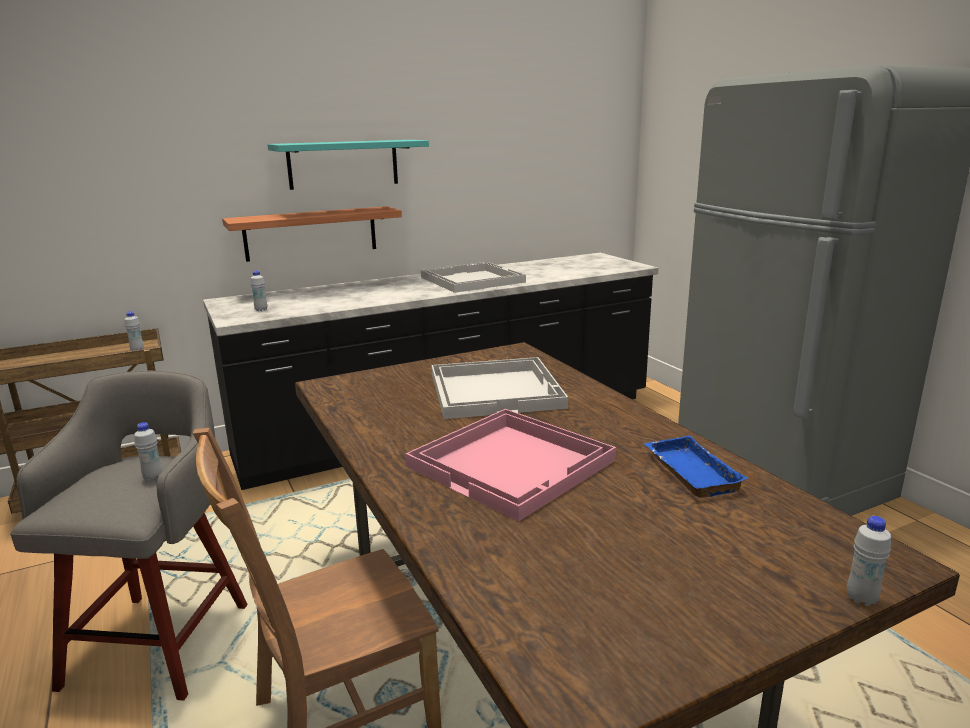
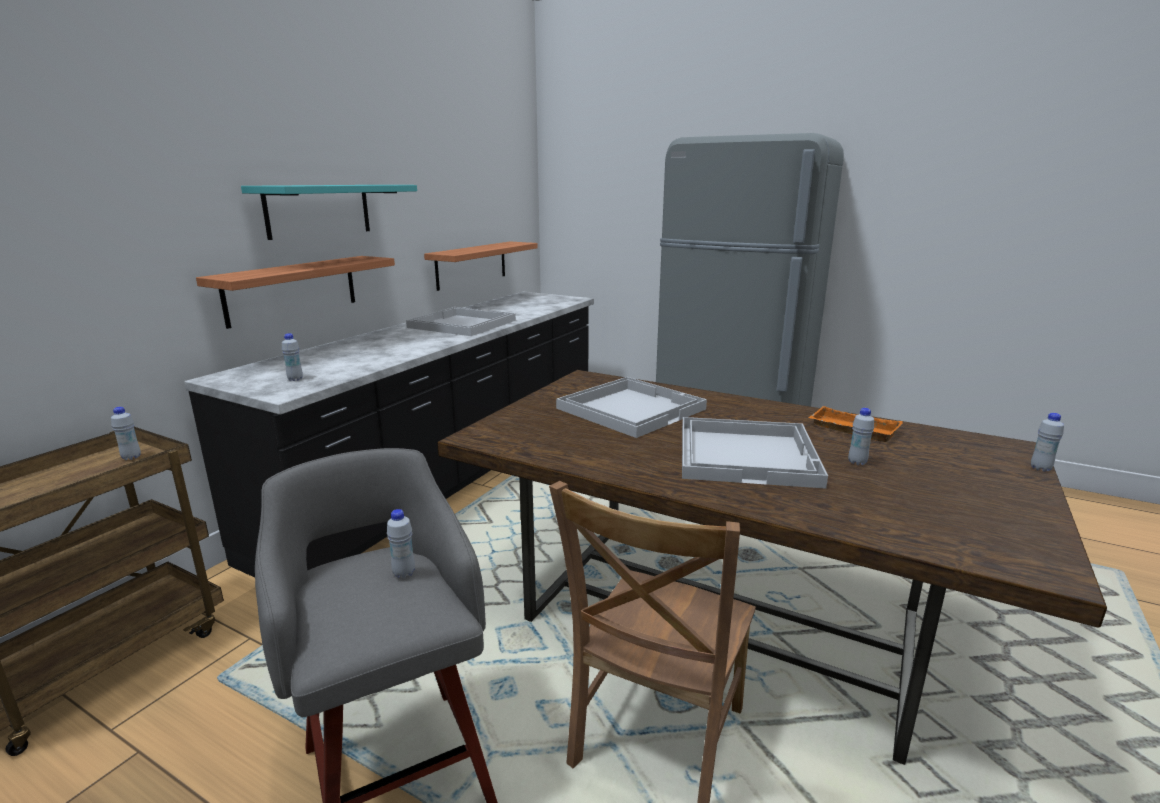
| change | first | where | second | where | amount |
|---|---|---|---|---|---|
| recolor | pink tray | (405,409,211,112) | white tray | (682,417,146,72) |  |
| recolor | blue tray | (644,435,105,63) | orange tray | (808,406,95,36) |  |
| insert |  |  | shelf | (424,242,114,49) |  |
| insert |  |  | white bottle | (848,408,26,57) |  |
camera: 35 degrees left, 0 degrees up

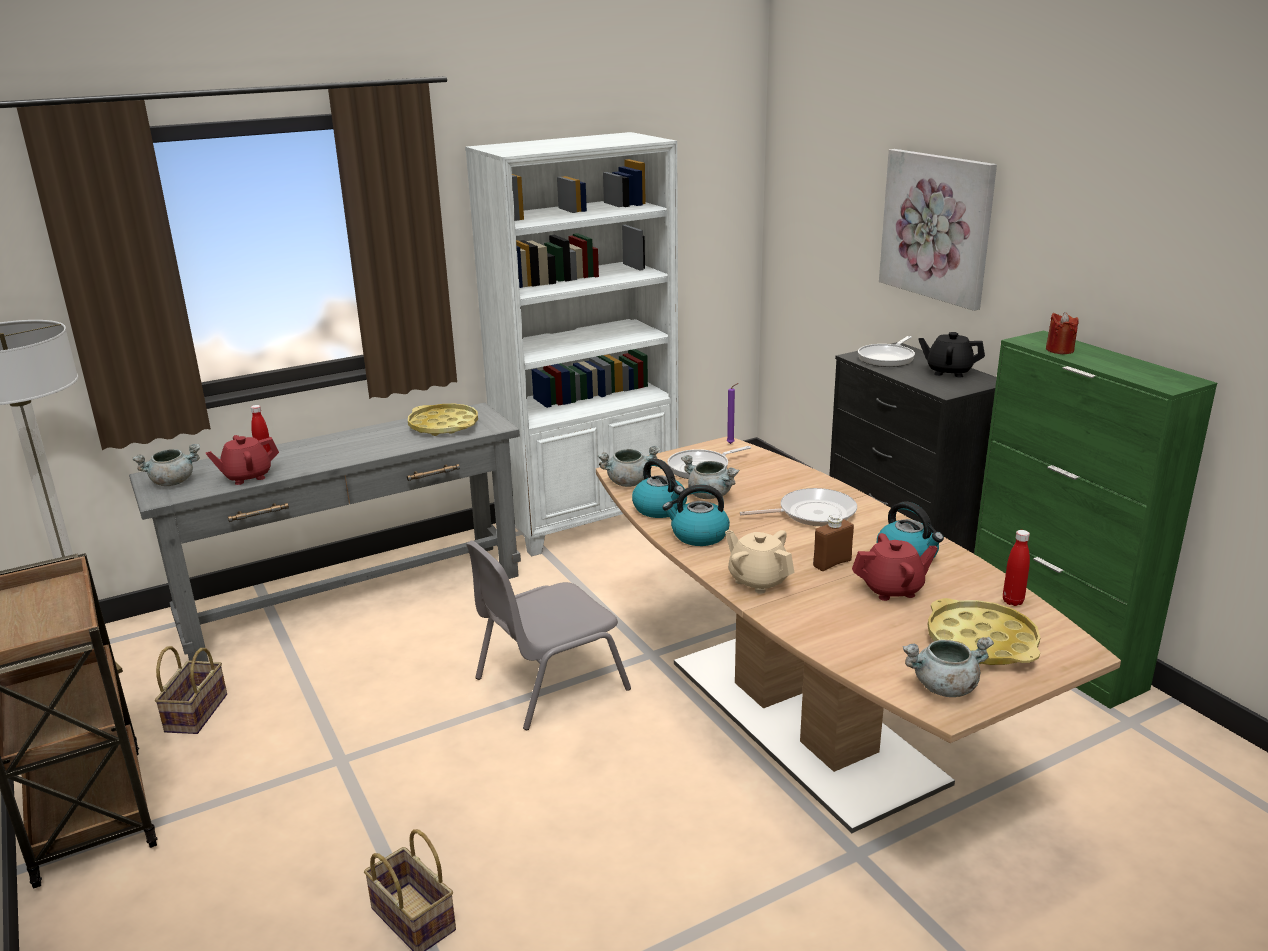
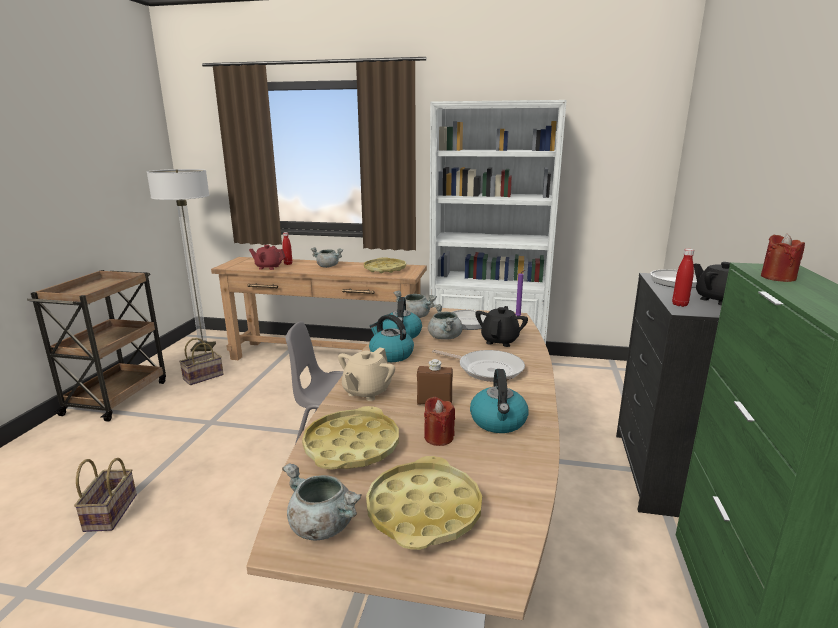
| change | first | where | second | where | amount |
|---|---|---|---|---|---|
| recolor | grey console table | (129,402,392,260) | brown console table | (211,257,216,103) |  |
| move | grey cooking pot | (133,444,67,42) |  | (311,247,32,21) |  |
| rotate | beige teapot | (725,530,69,64) |  | (338,347,57,54) | 150 degrees counterclockwise |
| replace | red teapot | (852,533,86,68) | red candle | (424,397,31,49) |  |
| delete | picture | (879,149,118,162) |  |  |  |
| move | red bottle | (1003,530,27,76) |  | (672,249,22,58) |  |
| insert |  |  | yellow tray | (302,406,97,64) |  |
| insert |  |  | black teapot | (475,306,53,41) |  |
camera: 40 degrees right, 5 degrees down

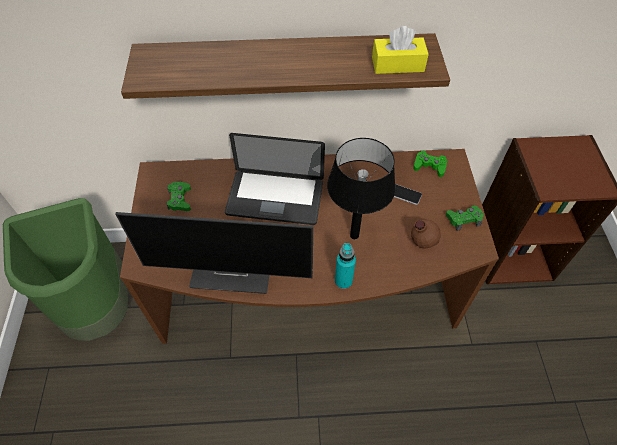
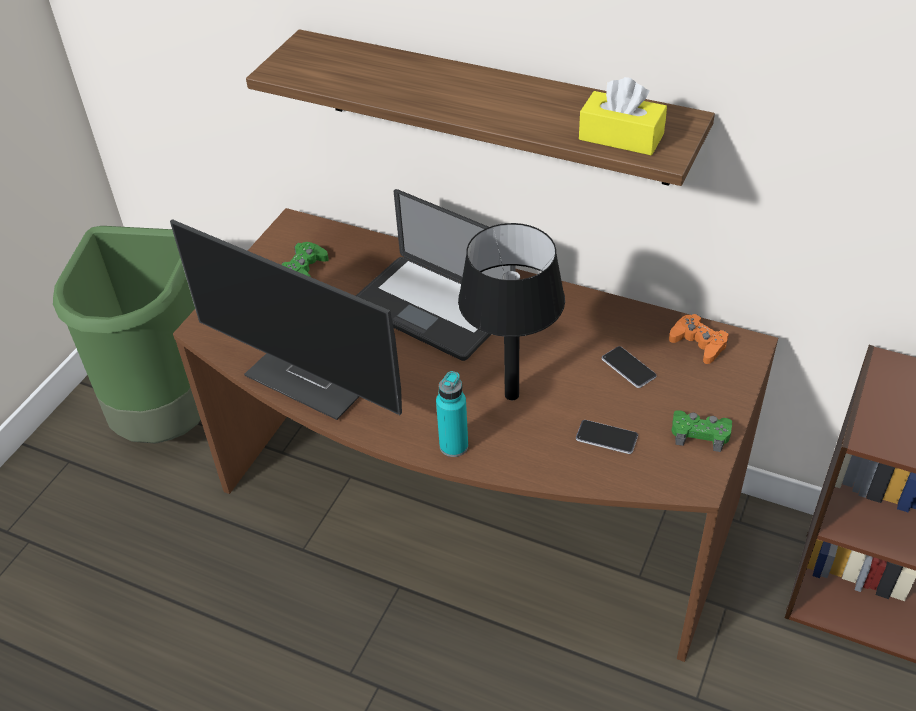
| change | first | where | second | where | amount |
|---|---|---|---|---|---|
| replace | brown bottle | (395,219,54,44) | phone | (576,420,62,34) |  |
| recolor | green game controller | (413,150,34,27) | orange game controller | (669,314,60,50) |  |
camera: 30 degrees right, 10 degrees down

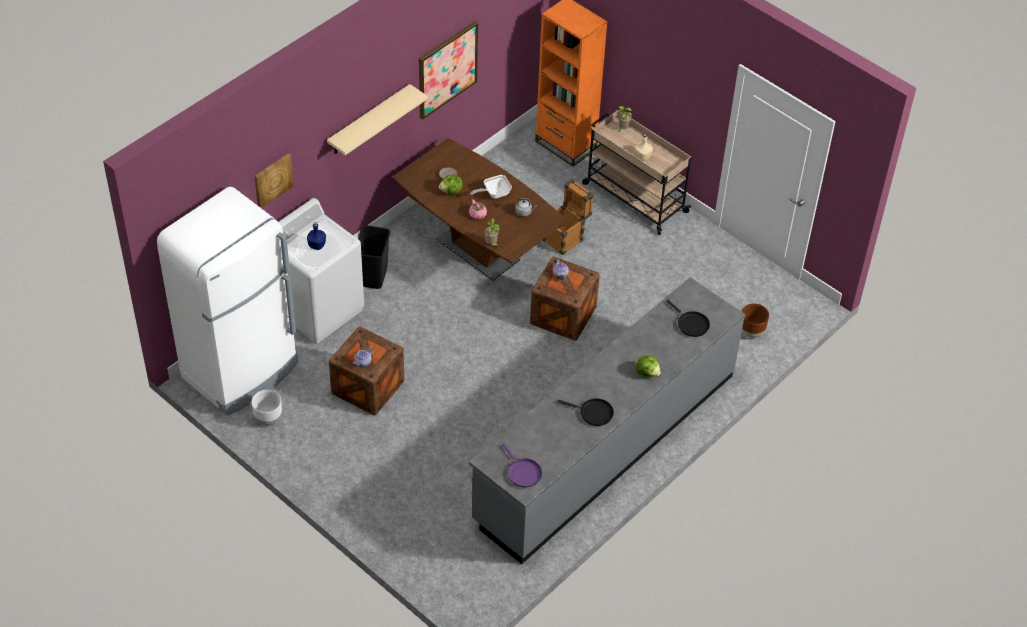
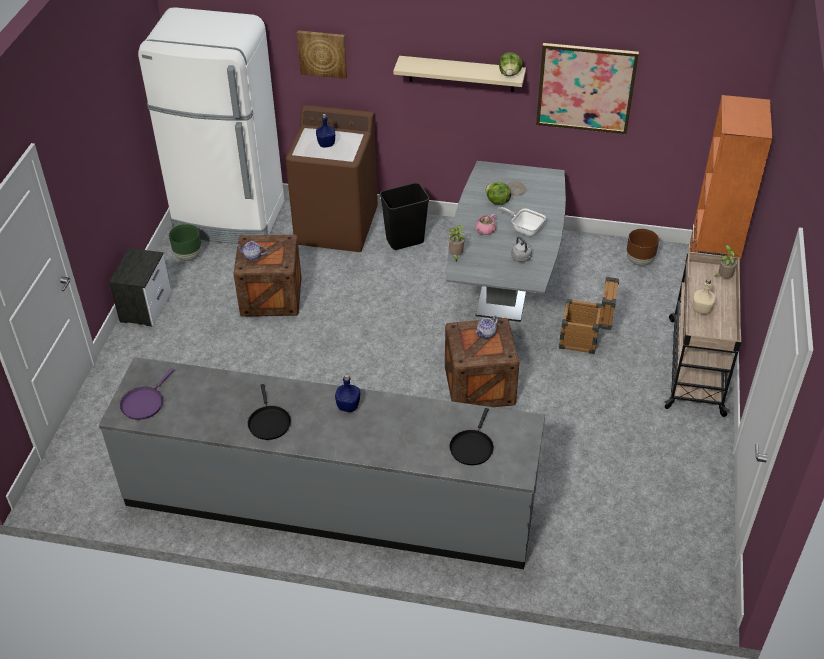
| change | first | where | second | where | amount |
|---|---|---|---|---|---|
| recolor | white planter | (252,390,30,36) | green planter | (169,224,32,37) |  |
| recolor | white washing machine | (279,198,85,146) | brown washing machine | (285,105,93,147) |  |
| recolor | brown dining table | (392,138,175,143) | grey dining table | (446,161,120,161) |  |
| move | lettuce | (636,355,25,23) |  | (499,52,24,24) |  |
| move | brown planter | (741,303,28,35) |  | (627,229,32,37) |  |
| insert |  |  | nightstand | (109,248,62,78) |  |
| insert |  |  | blue bottle | (335,374,25,38) |  |
camera: 60 degrees right, 5 degrees down

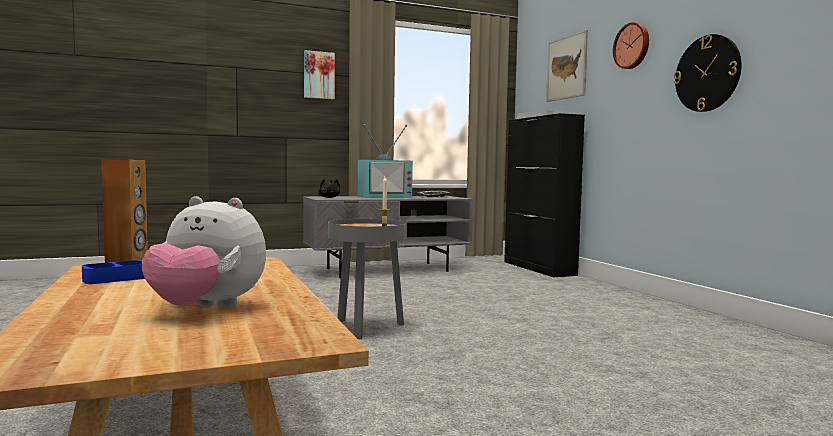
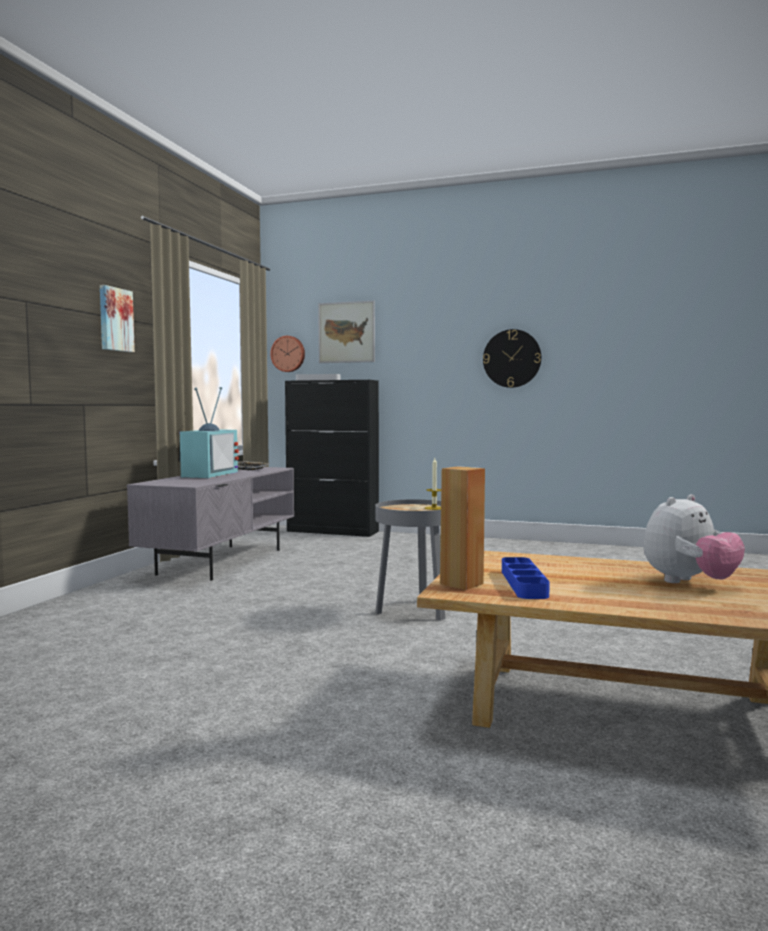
| change | first | where | second | where | amount |
|---|---|---|---|---|---|
| delete | black plush toy | (318,179,22,19) |  |  |  |
| move | wall clock | (613,22,36,47) |  | (270,336,35,36) |  |
camera: 50 degrees left, 0 degrees up

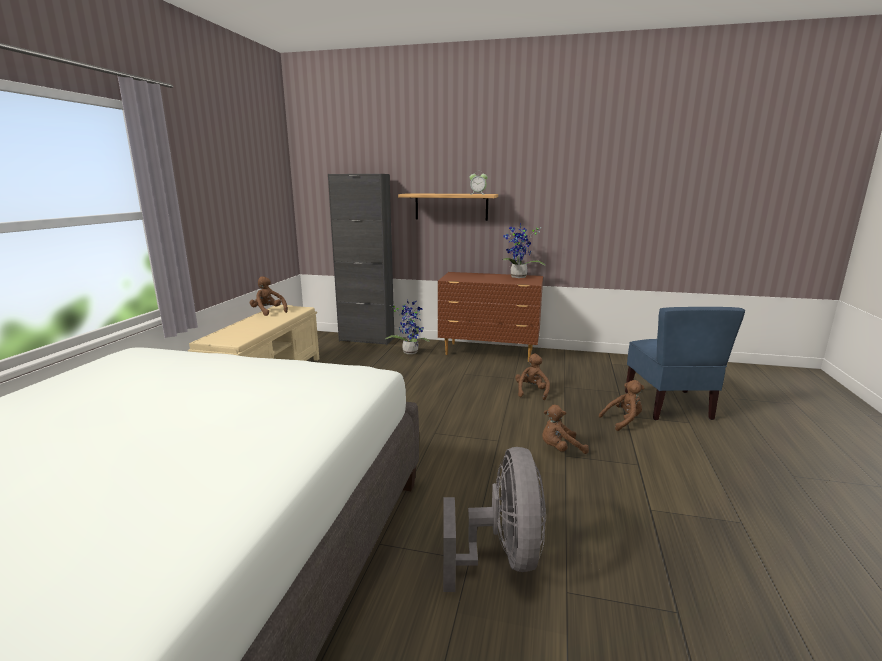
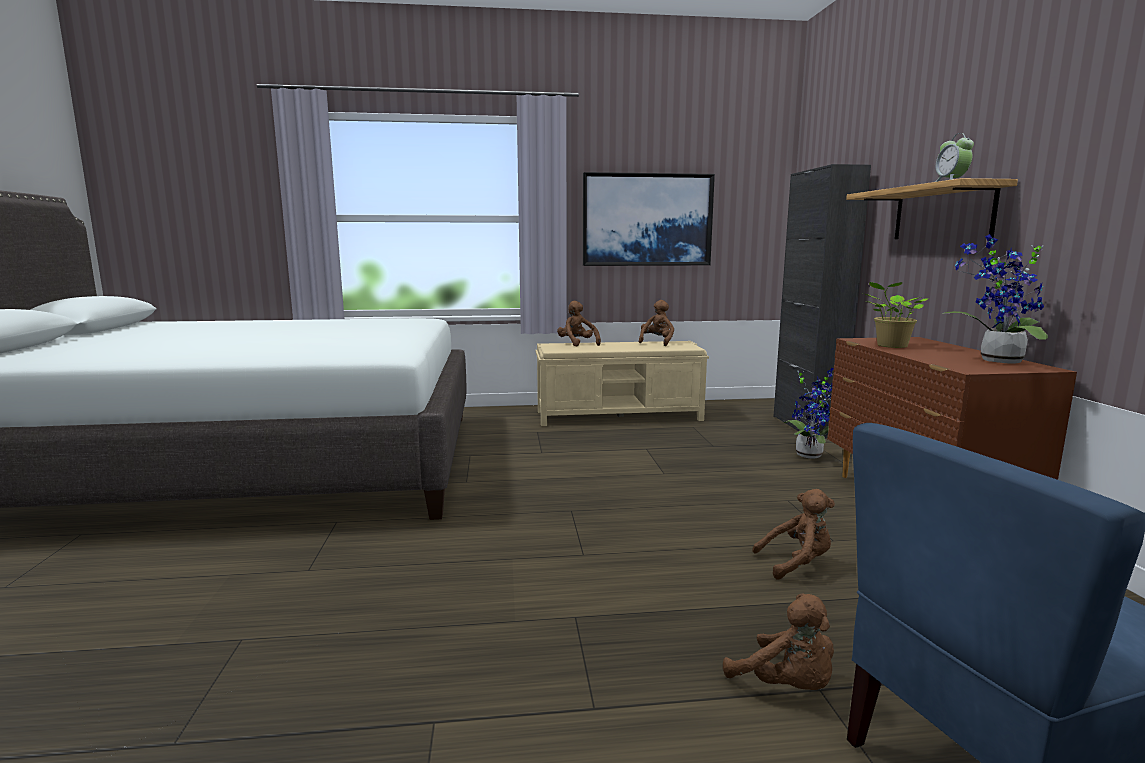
| change | first | where | second | where | amount |
|---|---|---|---|---|---|
| delete | grey fan | (443,447,103,145) |  |  |  |
| move | brown plush toy | (542,405,47,49) |  | (557,301,44,45) |  |
| insert |  |  | picture | (583,172,132,94) |  |
| insert |  |  | potted plant | (865,282,64,66) |  |
camera: 70 degrees right, 5 degrees down

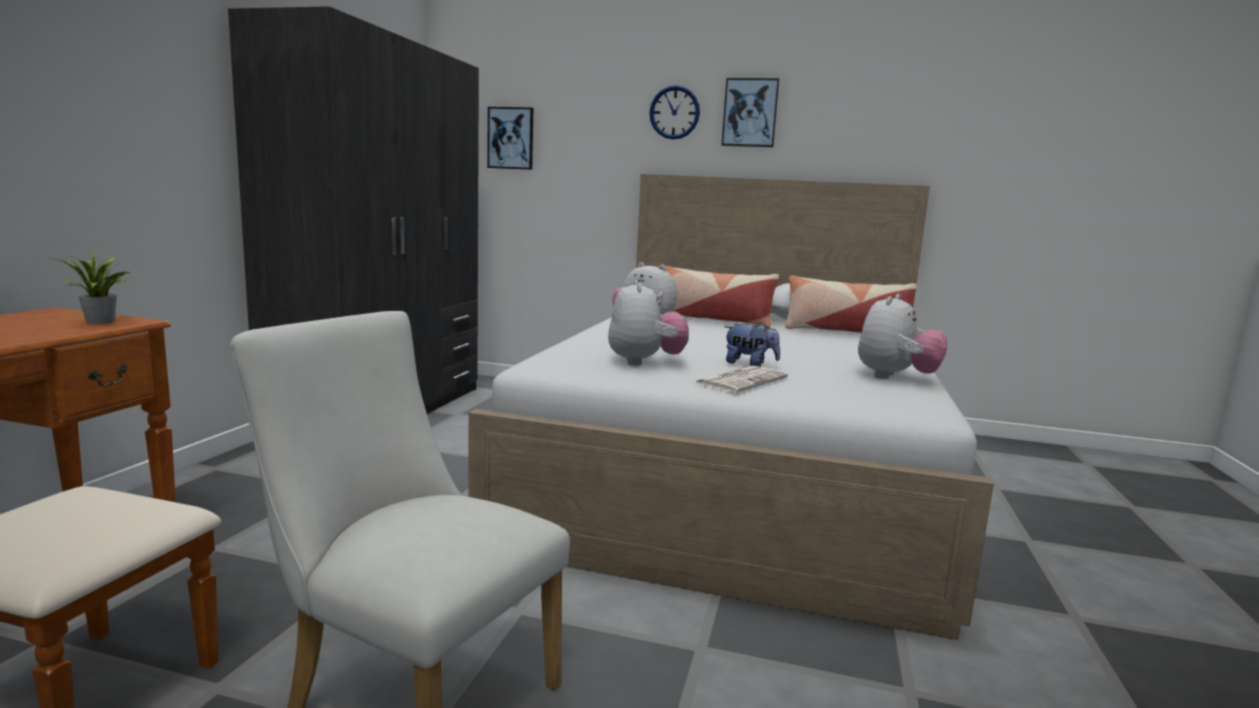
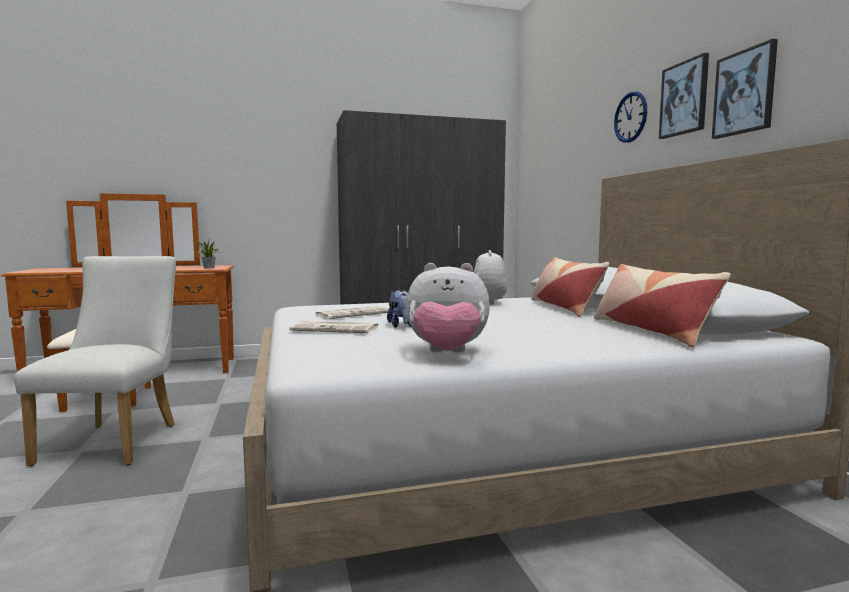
| change | first | where | second | where | amount |
|---|---|---|---|---|---|
| move | picture | (487,107,47,63) |  | (712,39,66,100) |  |
| replace | plush toy | (608,280,81,86) | newspaper | (315,306,73,13) |  |
camera: 60 degrees right, 5 degrees down

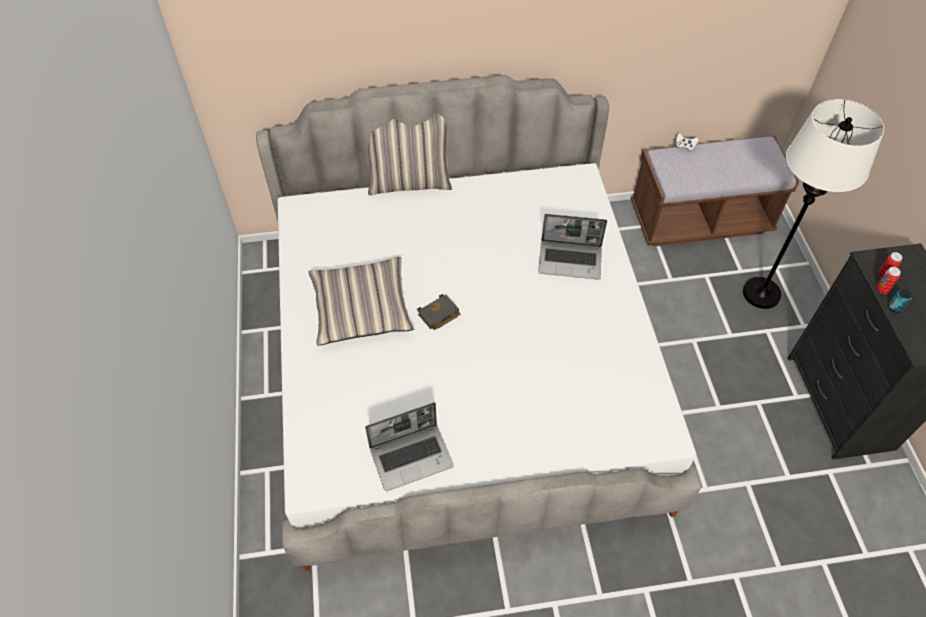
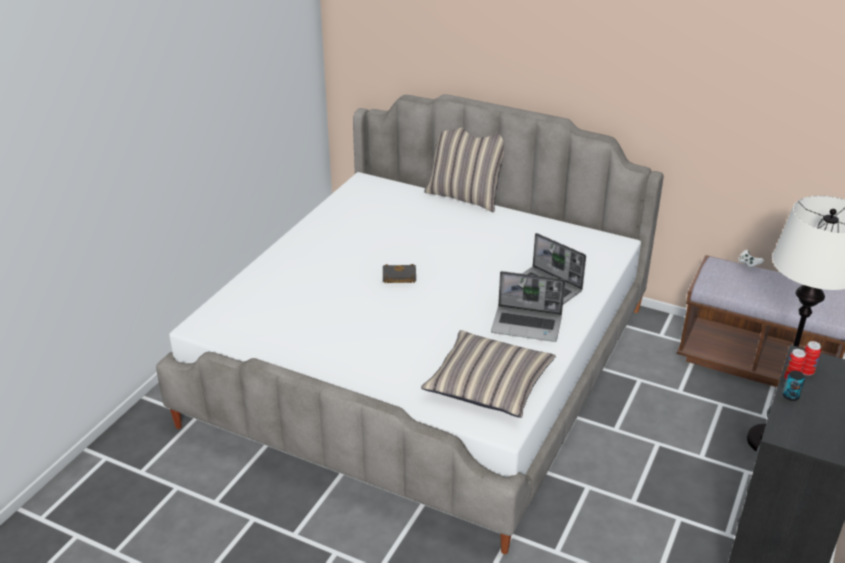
| change | first | where | second | where | amount |
|---|---|---|---|---|---|
| move | pillow | (309,257,105,89) |  | (421,330,135,88) |  |
| move | laptop | (365,402,89,89) |  | (491,271,74,71) |  |
camera: 35 degrees right, 20 degrees down

